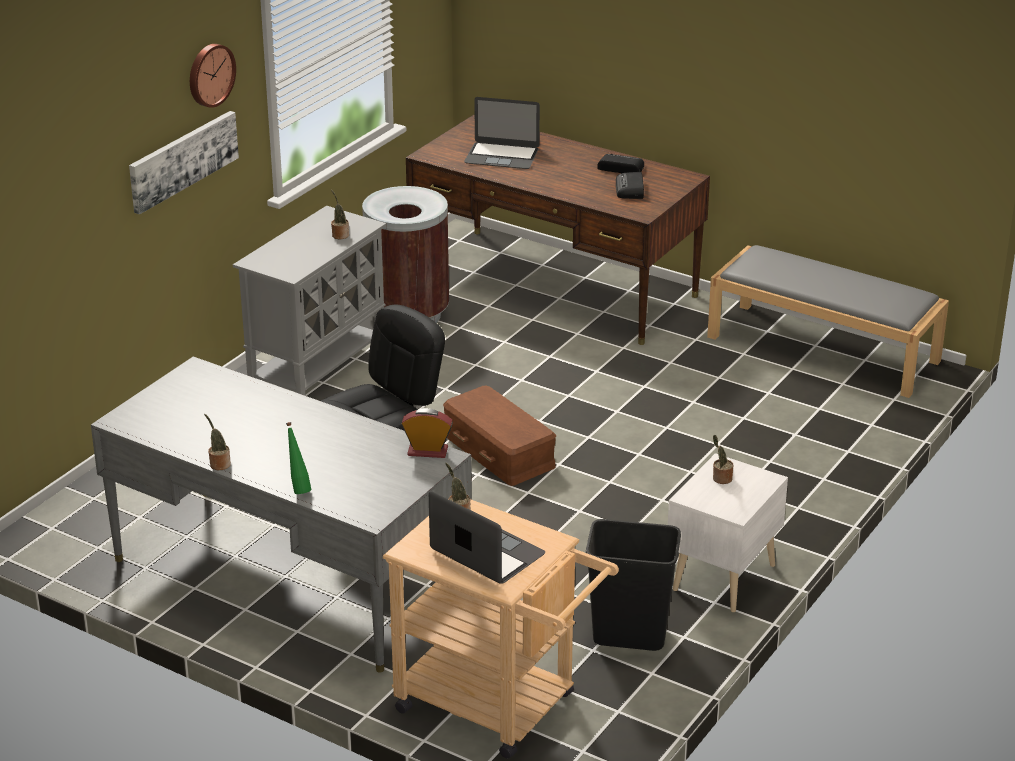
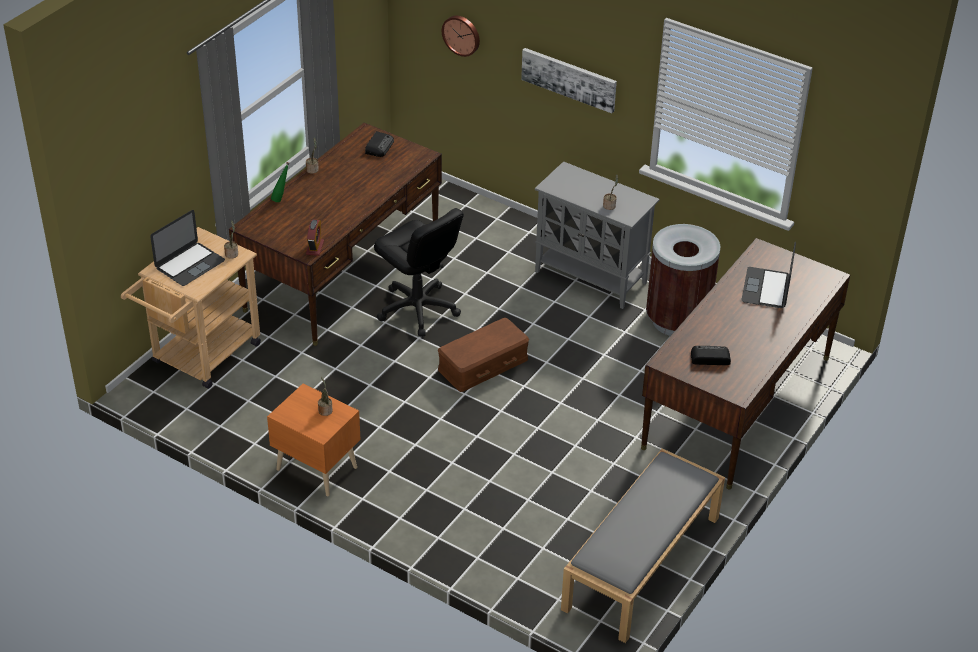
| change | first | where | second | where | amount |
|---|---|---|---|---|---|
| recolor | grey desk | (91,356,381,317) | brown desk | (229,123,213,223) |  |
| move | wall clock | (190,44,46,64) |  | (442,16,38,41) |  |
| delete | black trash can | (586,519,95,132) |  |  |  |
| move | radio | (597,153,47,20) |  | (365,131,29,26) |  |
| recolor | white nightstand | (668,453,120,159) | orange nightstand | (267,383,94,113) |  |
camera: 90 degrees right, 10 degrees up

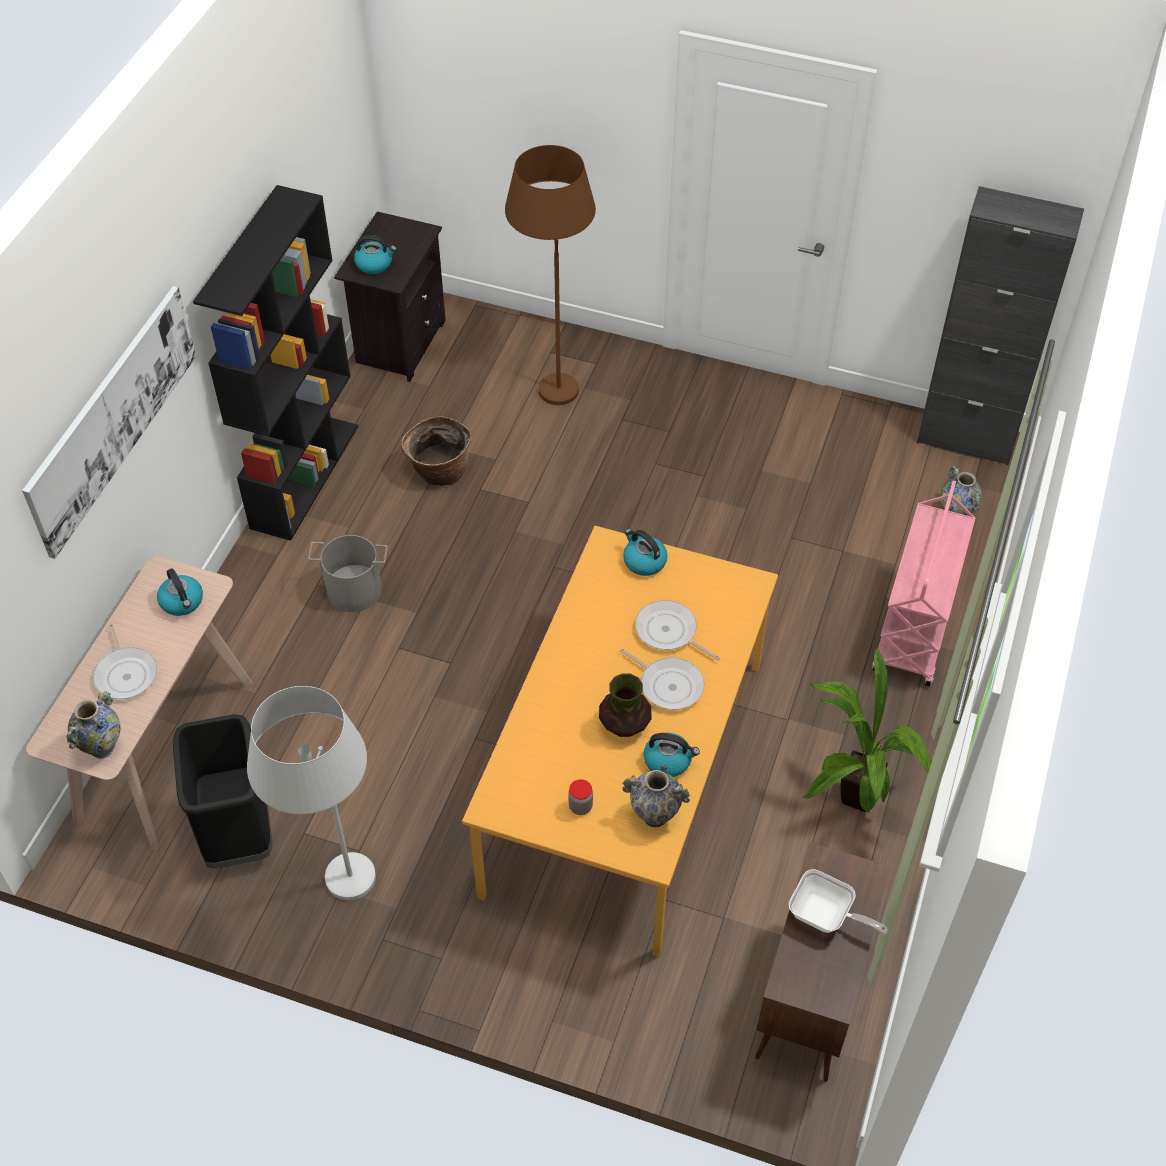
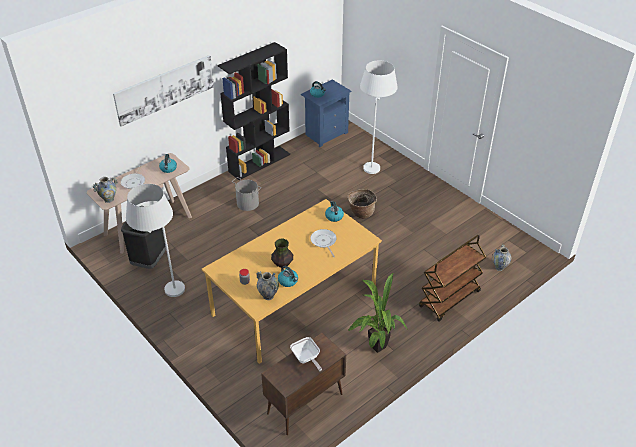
| change | first | where | second | where | amount |
|---|---|---|---|---|---|
| recolor | black nightstand | (334,212,112,170) | blue nightstand | (301,79,51,68) |  |
| move | basket | (401,416,71,70) |  | (348,189,29,30) |  |
| recolor | brown floor lamp | (505,145,91,260) | white floor lamp | (360,60,38,114) |  |
| delete | frying pan | (620,648,85,62) |  |  |  |
| recolor | pink cart | (872,481,104,205) | brown cart | (419,235,67,87) |  |
| delete | black cabinet | (917,186,167,279) |  |  |  |
camera: 30 degrees right, 10 degrees down

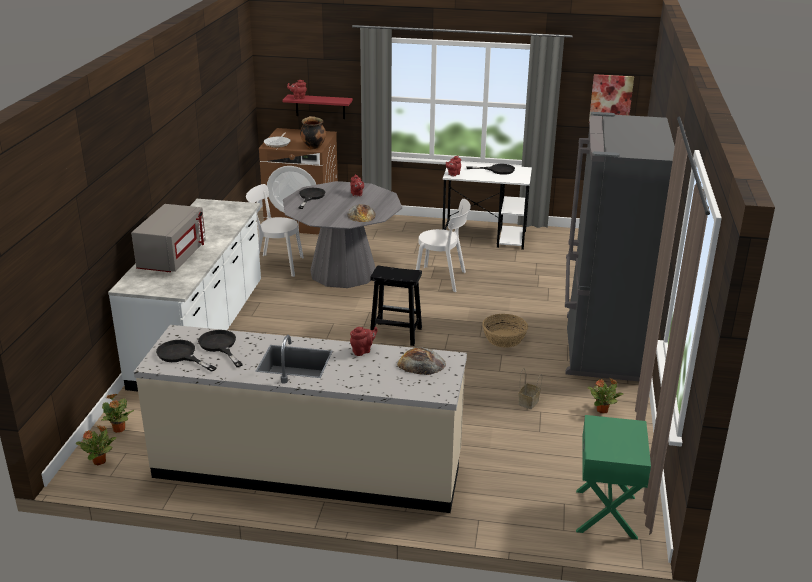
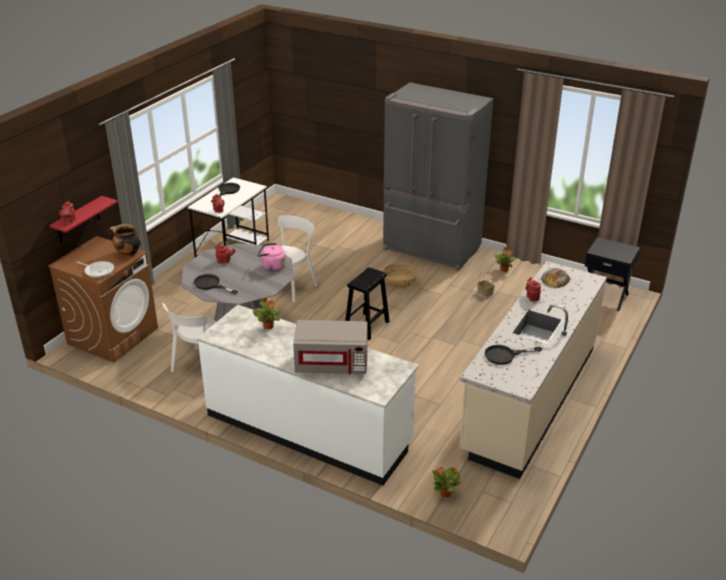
| change | first | where | second | where | amount |
|---|---|---|---|---|---|
| move | potted plant | (76,425,40,40) |  | (252,297,29,32) |  |
| rotate | grey microwave | (131,204,75,68) |  | (293,320,75,55) | 150 degrees clockwise |
| delete | black frying pan | (156,340,61,32) |  |  |  |
| replace | bread | (347,204,29,18) | pink kettle | (257,243,29,28) |  |
| recolor | green nightstand | (576,415,75,125) | black nightstand | (585,237,55,74) |  |
| delete | picture | (589,74,45,48) |  |  |  |
camera: 70 degrees left, 5 degrees up

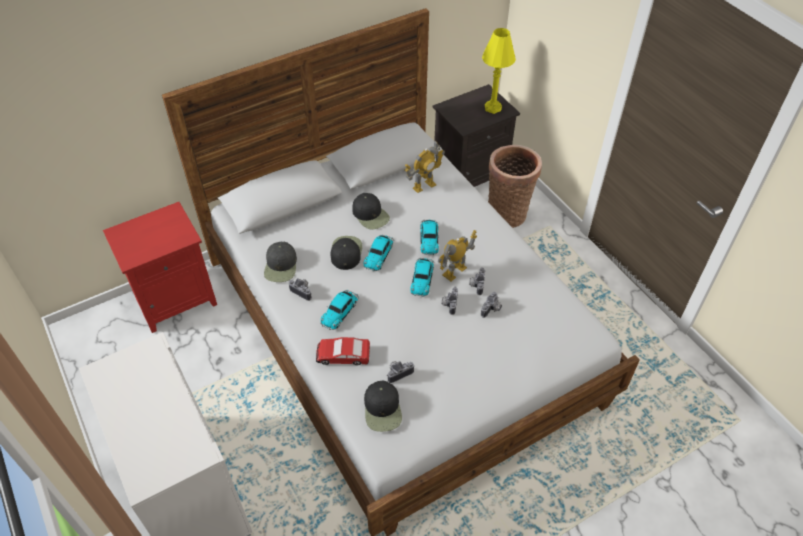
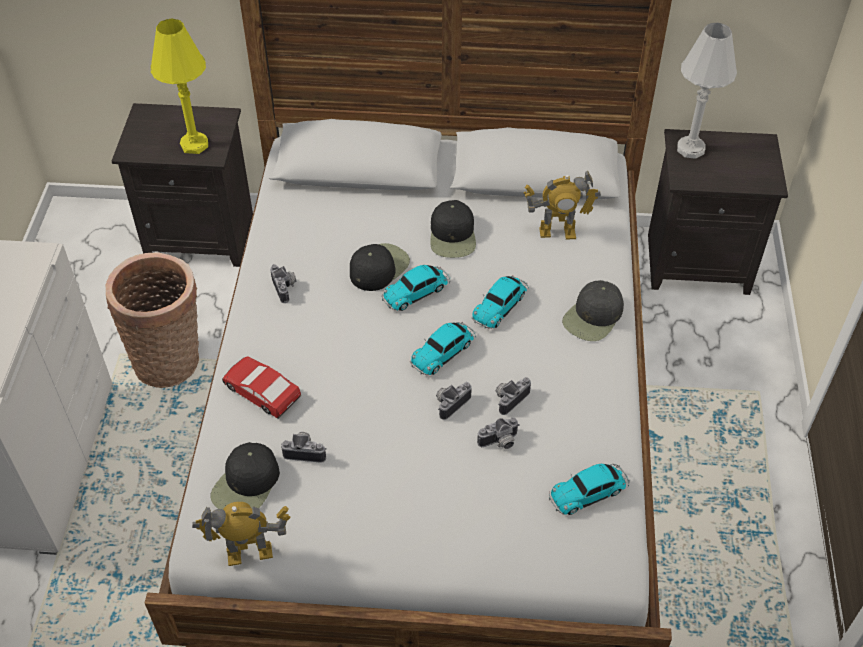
| change | first | where | second | where | amount |
|---|---|---|---|---|---|
| recolor | red nightstand | (103,202,114,131) | black nightstand | (112,103,141,164) |  |
| move | black cap | (264,242,33,40) |  | (562,280,62,61) |  |
| move | toy car | (320,290,39,40) |  | (549,464,81,51) |  |
| move | toy robot | (438,230,39,51) |  | (192,502,98,64) |  |
| move | yellow table lamp | (482,28,34,86) |  | (151,19,57,135) |  |
| move | basket | (488,145,54,83) |  | (106,253,93,135) |  |
| insert |  |  | white table lamp | (677,23,60,136) |  |
camera: 35 degrees right, 0 degrees up

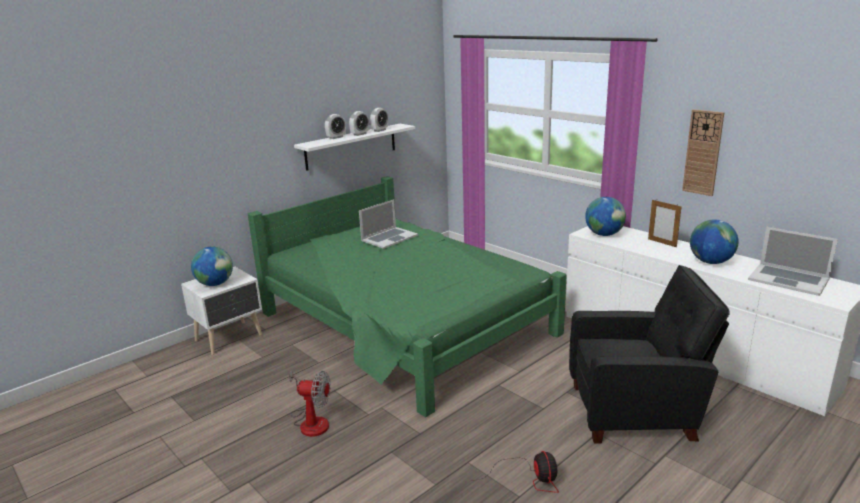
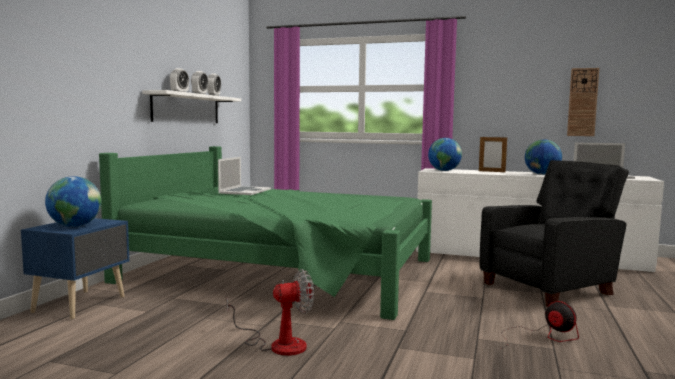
| change | first | where | second | where | amount |
|---|---|---|---|---|---|
| recolor | white nightstand | (181,267,81,88) | blue nightstand | (21,218,108,101) |  |
| move | wall clock | (682,109,42,87) |  | (567,68,32,68) |  |
camera: 30 degrees left, 15 degrees down

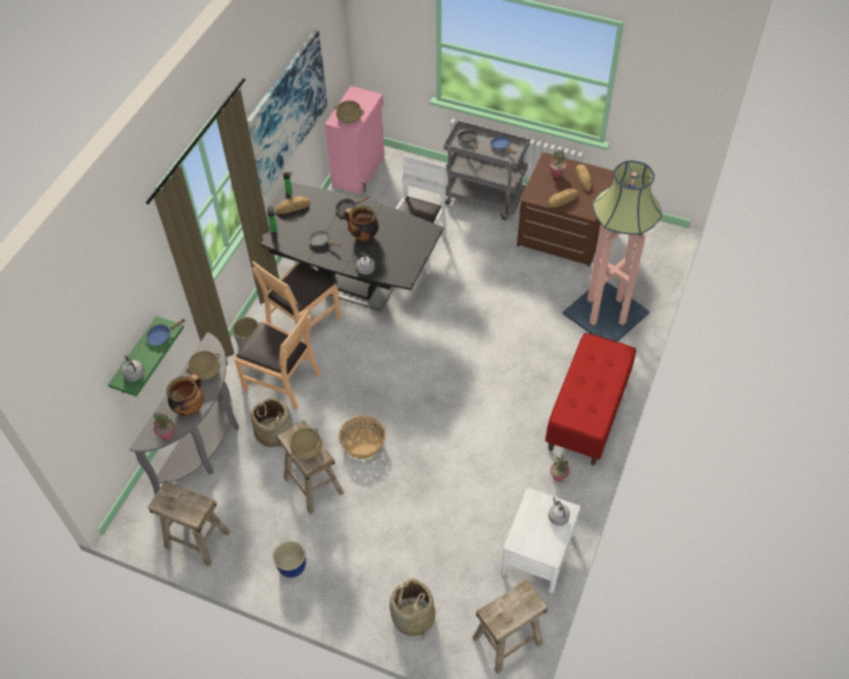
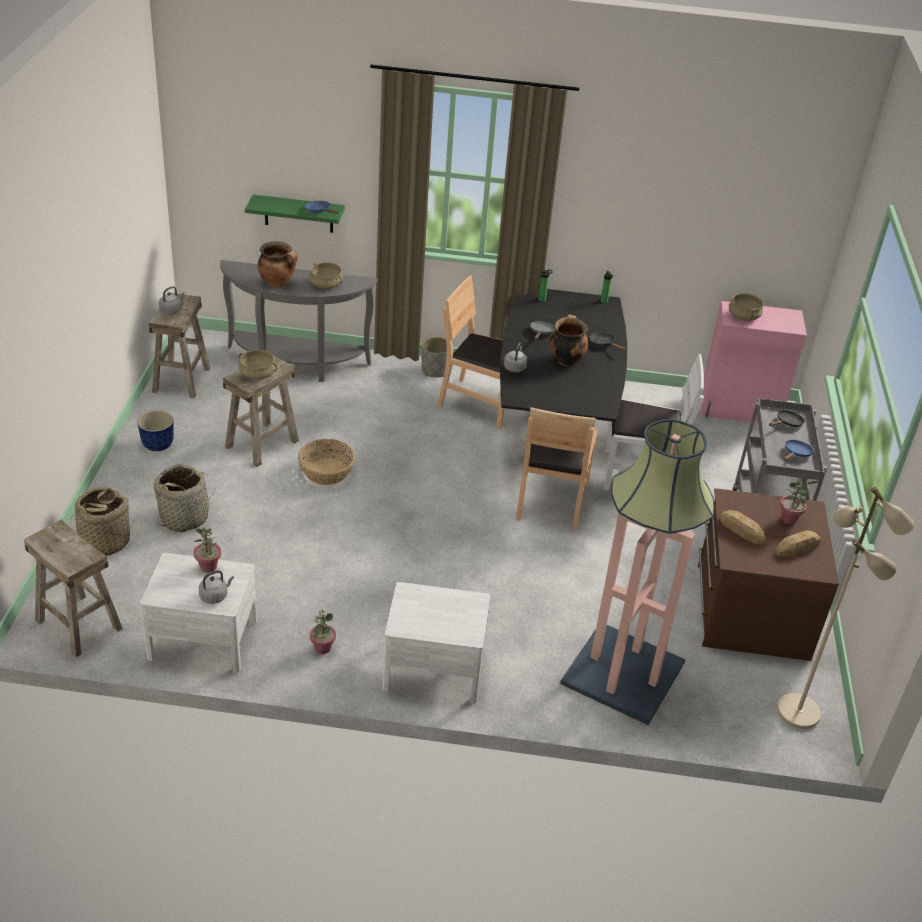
| change | first | where | second | where | amount |
|---|---|---|---|---|---|
| move | grey kettle | (122,355,23,27) |  | (159,286,25,28) |  |
| move | potted plant | (152,412,23,28) |  | (194,528,27,45) |  |
| move | brown chair | (234,309,86,101) |  | (516,407,82,124) |  |
| delete | picture | (247,30,81,165) |  |  |  |
| move | basket | (251,397,42,50) |  | (154,464,61,68) |  |
| delete | bread | (276,196,34,18) |  |  |  |
| replace | red bench | (545,333,91,132) | white nightstand | (382,582,108,121) |  |
| insert |  |  | beige floor lamp | (777,487,137,242) |  |
camera: 70 degrees right, 15 degrees down

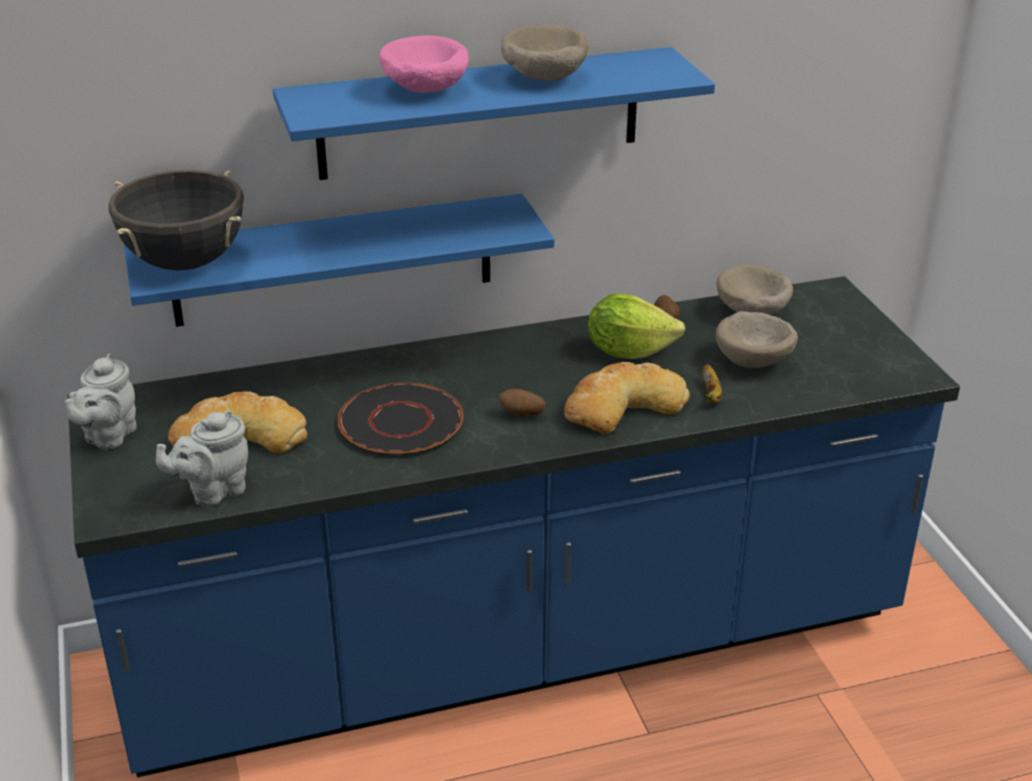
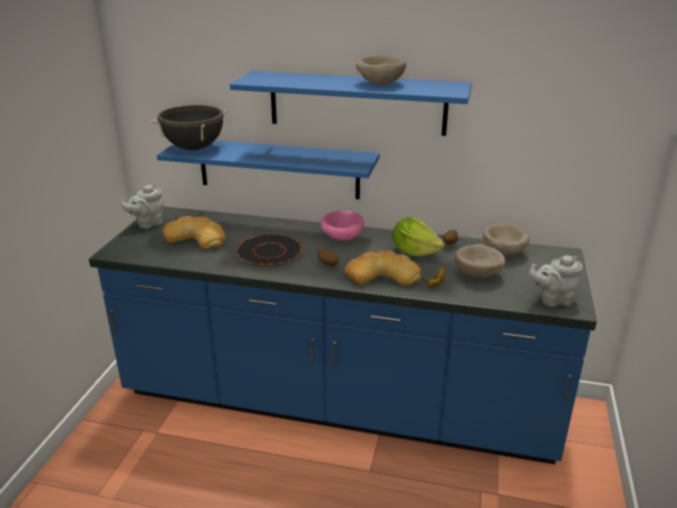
| change | first | where | second | where | amount |
|---|---|---|---|---|---|
| move | grey teapot | (156,410,92,96) |  | (529,255,54,52) |  |
| move | pink bowl | (379,36,90,57) |  | (321,211,43,29) |  |
camera: 30 degrees right, 5 degrees down

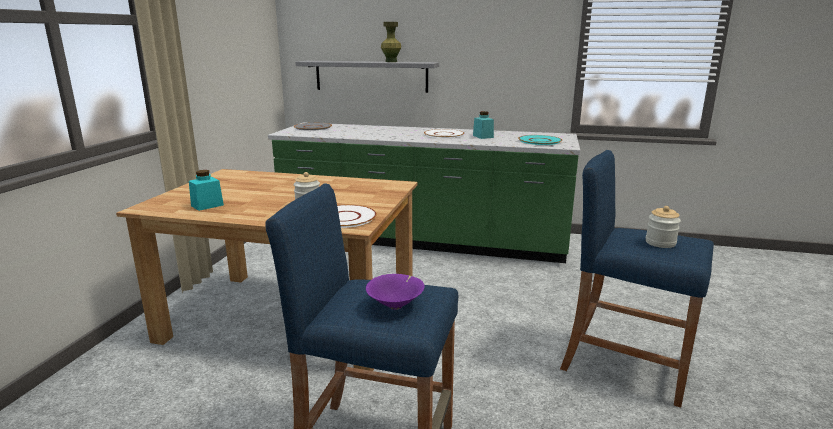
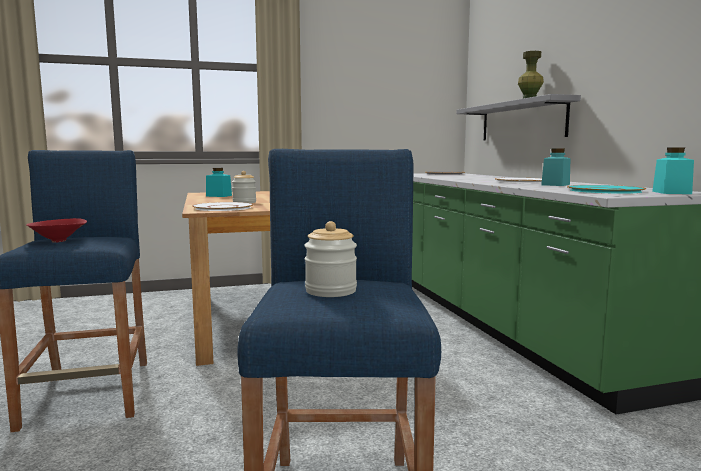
| change | first | where | second | where | amount |
|---|---|---|---|---|---|
| recolor | purple bowl | (366,274,59,36) | red bowl | (27,218,60,25) |  |
| insert |  |  | turquoise jar | (652,147,42,47) |  |
camera: 60 degrees right, 10 degrees down

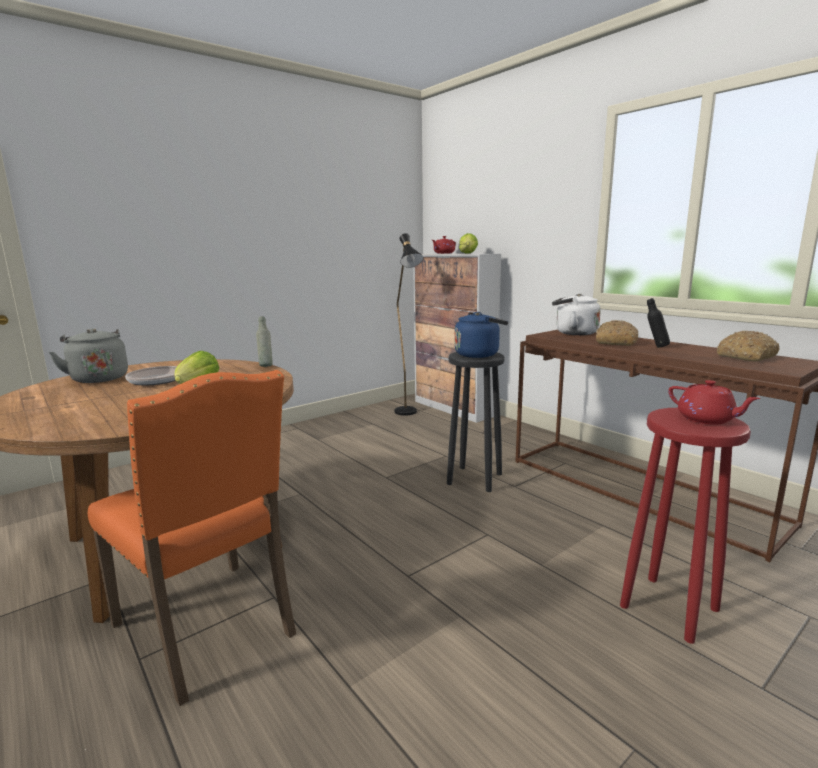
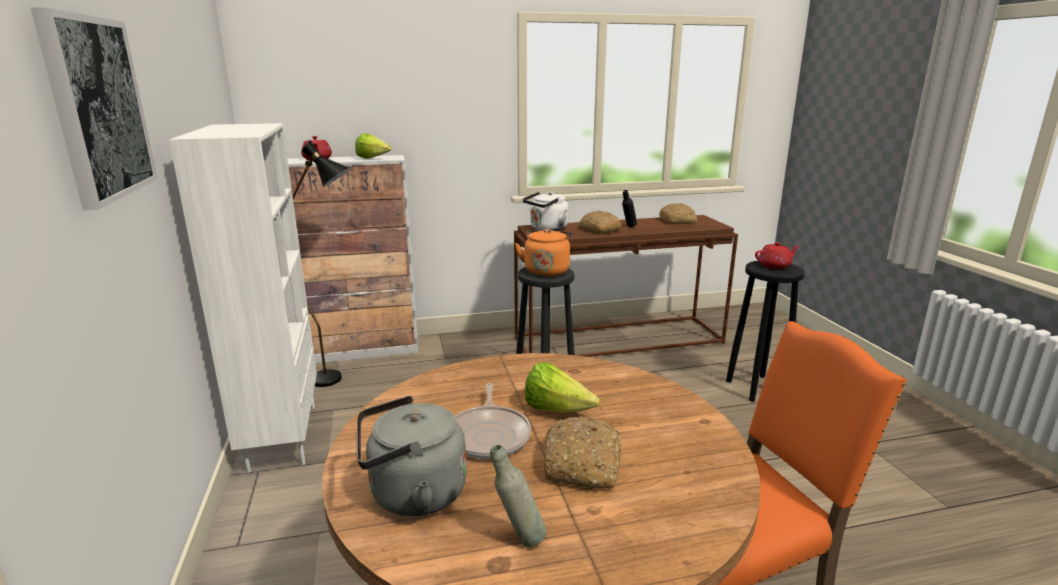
| change | first | where | second | where | amount |
|---|---|---|---|---|---|
| move | grey bottle | (256,316,17,51) |  | (490,445,56,102) |  |
| recolor | blue kettle | (454,312,54,46) | orange kettle | (515,229,56,47) |  |
| recolor | red stool | (620,408,131,236) | black stool | (726,261,79,141) |  |
| insert |  |  | picture | (30,7,127,203) |  |
| insert |  |  | white bookcase | (169,123,148,350) |  |
| insert |  |  | bread | (544,417,78,71) |  |
camera: 65 degrees left, 5 degrees up

